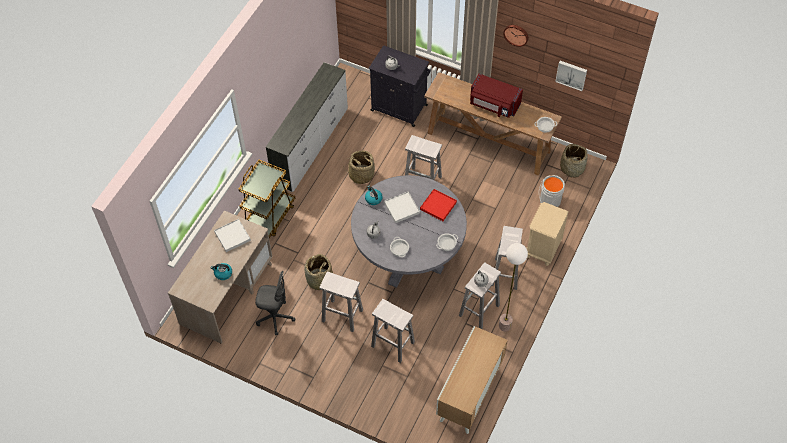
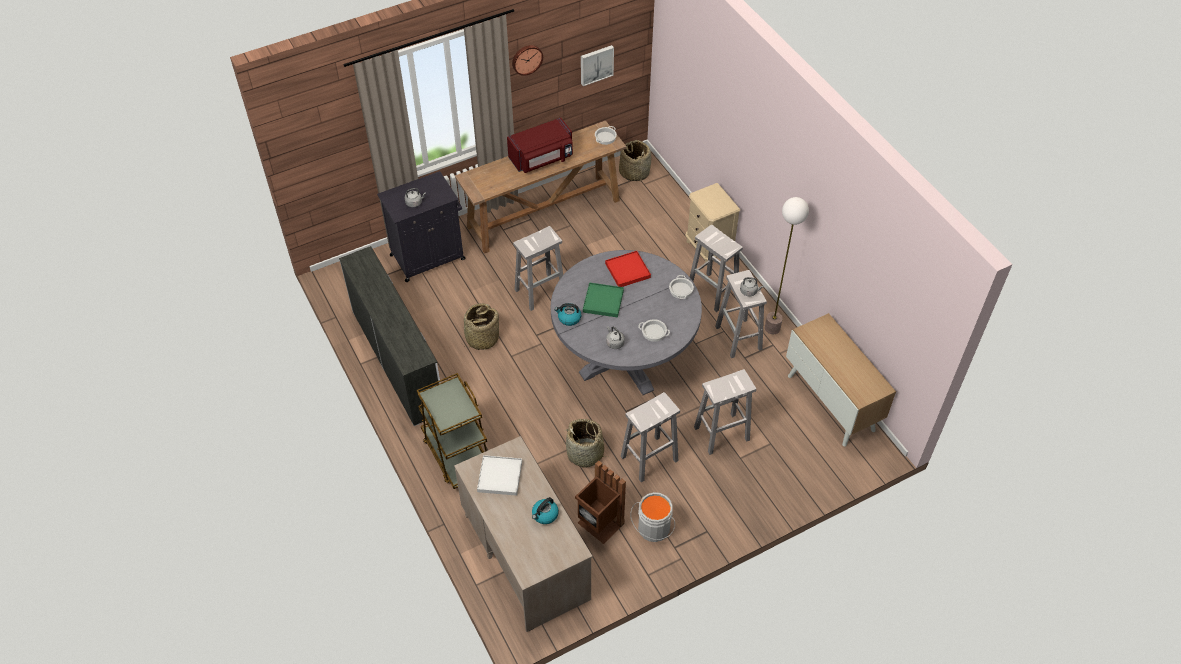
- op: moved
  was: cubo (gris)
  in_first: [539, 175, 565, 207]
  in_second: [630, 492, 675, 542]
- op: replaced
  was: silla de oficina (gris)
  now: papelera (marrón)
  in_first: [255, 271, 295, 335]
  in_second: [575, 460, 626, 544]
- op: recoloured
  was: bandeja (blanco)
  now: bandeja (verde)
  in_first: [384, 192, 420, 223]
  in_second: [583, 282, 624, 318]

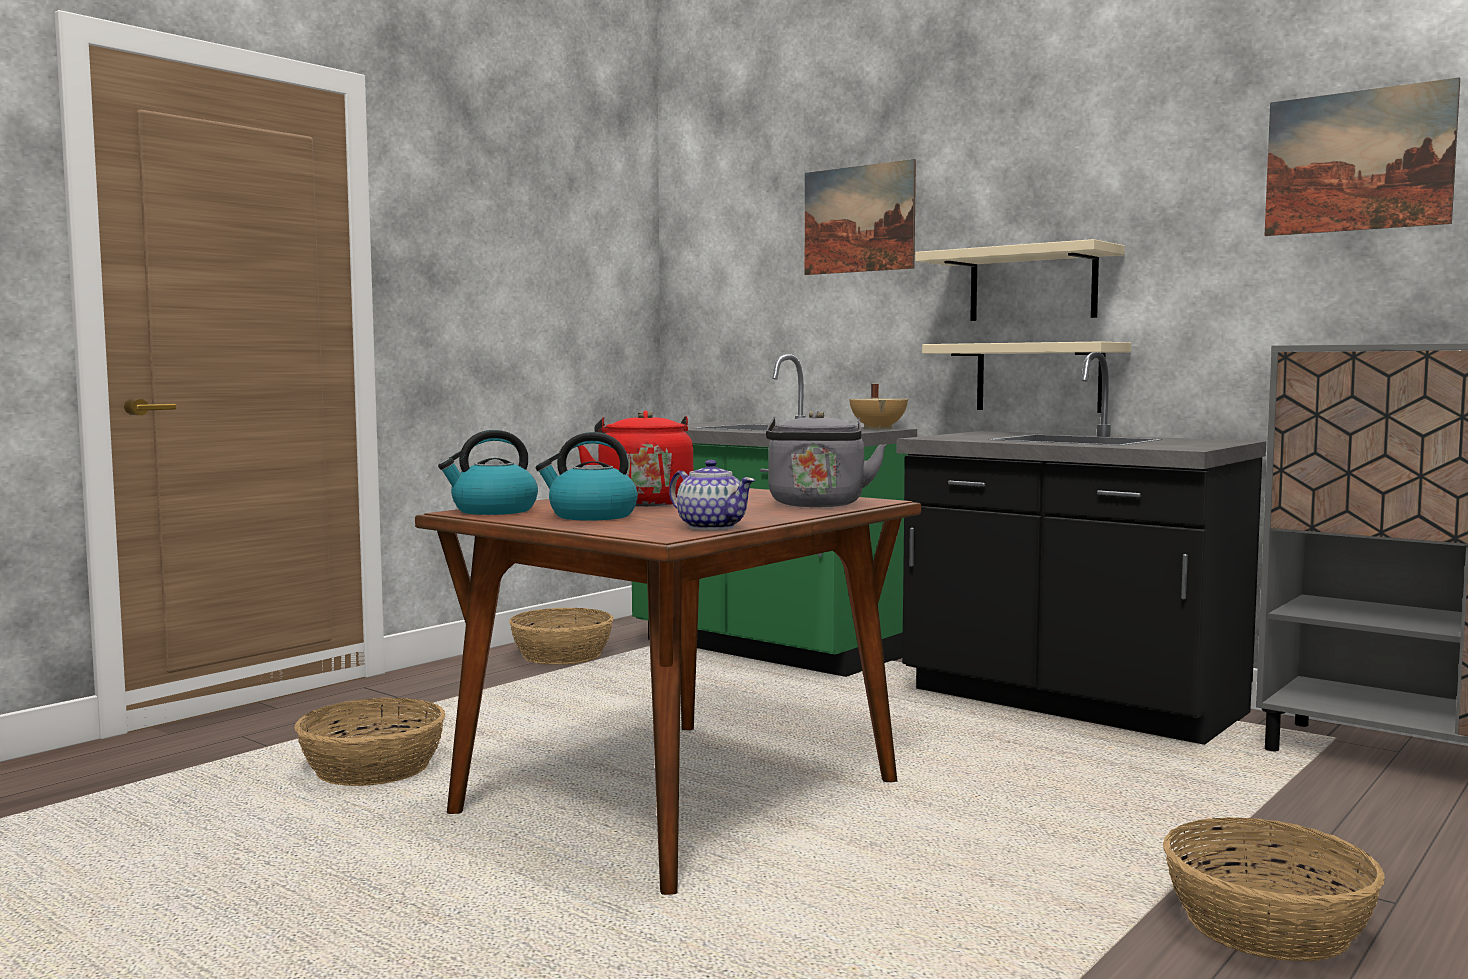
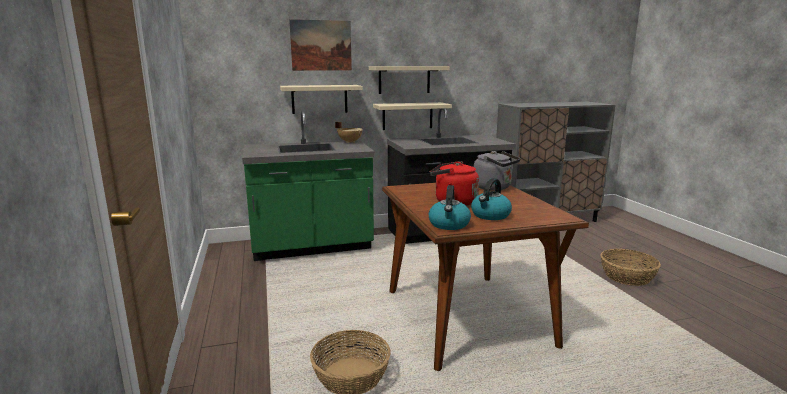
- op: removed
  was: cesta
  in_first: [509, 608, 614, 665]
- op: removed
  was: tetera
  in_first: [669, 460, 755, 530]
- op: removed
  was: cuadro
  in_first: [1264, 77, 1460, 236]
- op: added
  now: estante (beis)
  in_second: [280, 85, 363, 114]

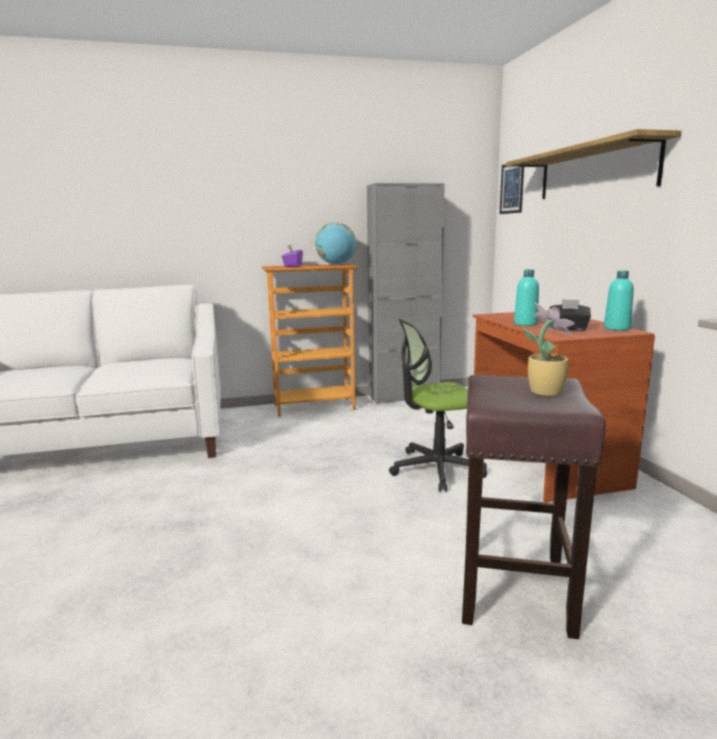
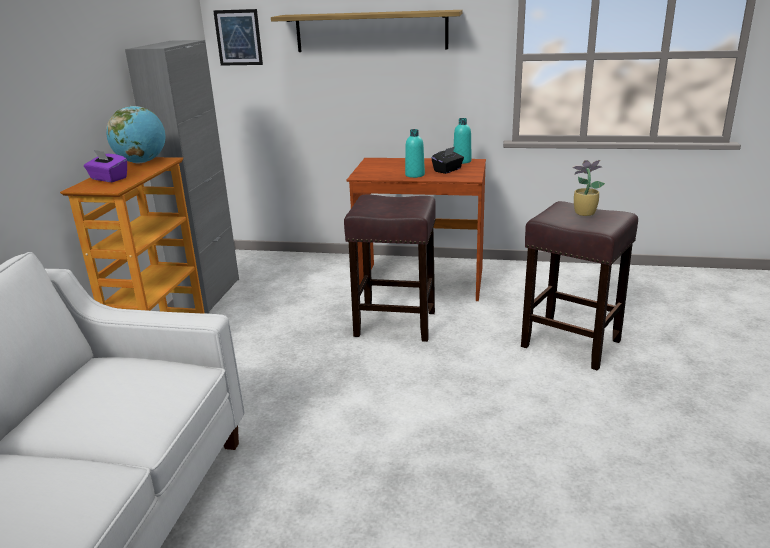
- op: replaced
  was: silla de oficina
  now: taburete (marrón)
  in_first: [389, 318, 487, 492]
  in_second: [344, 195, 436, 342]

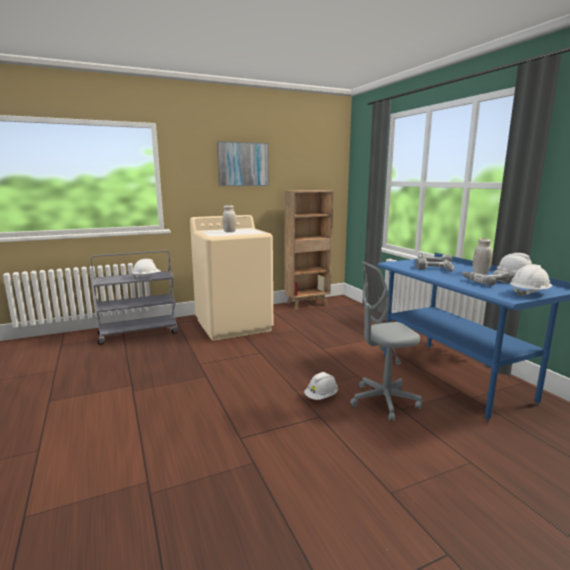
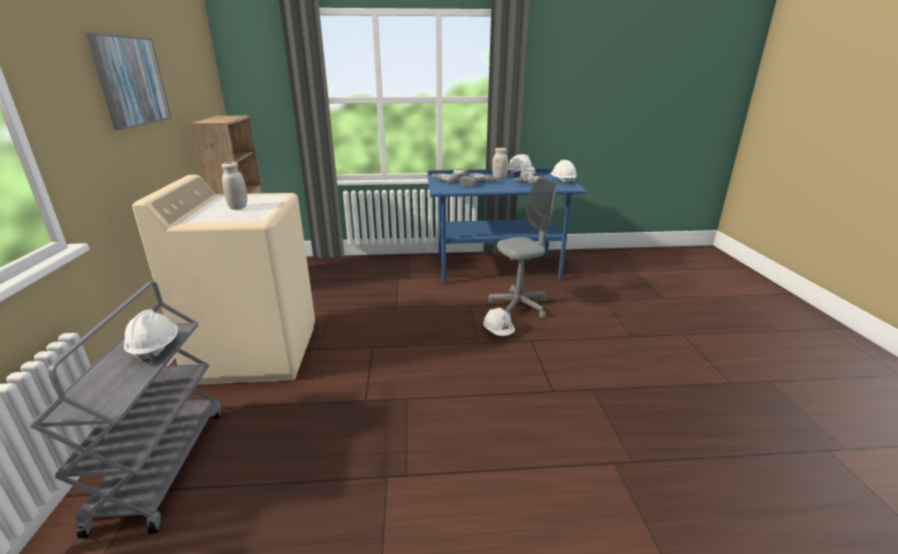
- op: turned
  was: silla de oficina (gris)
  in_first: [350, 261, 422, 421]
  in_second: [488, 177, 557, 318]
  clockwise: -120

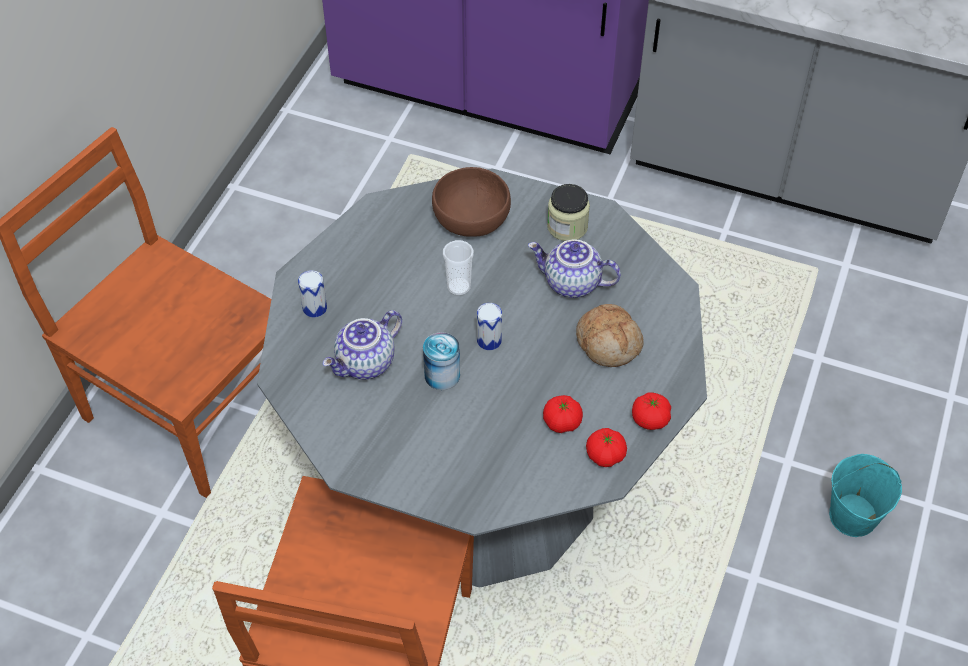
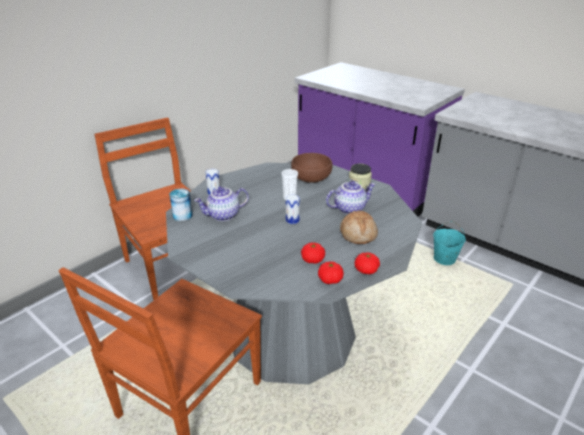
- op: moved
  was: lata
  in_first: [423, 332, 460, 390]
  in_second: [169, 189, 193, 221]
- op: moved
  was: cubo (turquesa)
  in_first: [829, 454, 902, 537]
  in_second: [433, 221, 466, 265]
- op: turned
  was: tetera
  in_first: [528, 239, 621, 298]
  in_second: [326, 181, 376, 214]
  clockwise: 120

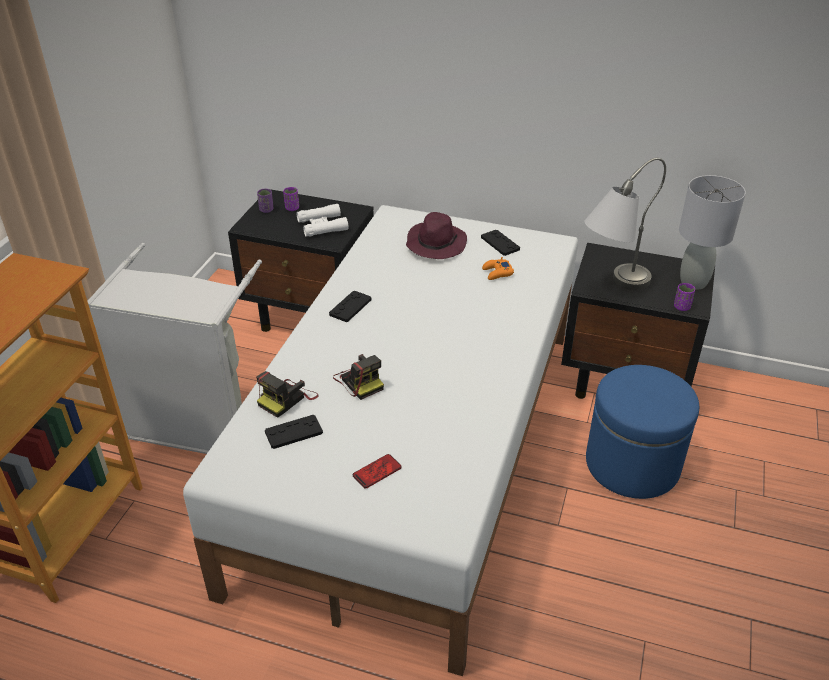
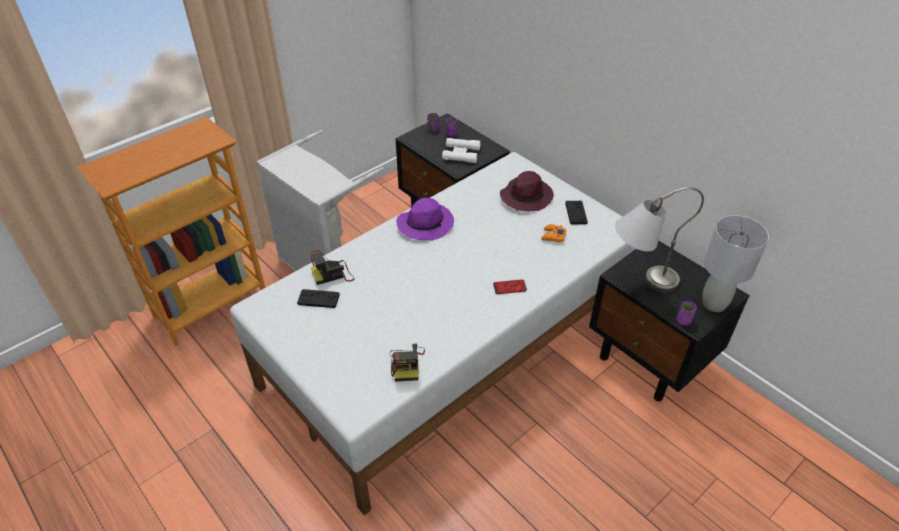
- op: removed
  was: puf (azul)
  in_first: [586, 365, 699, 499]
- op: moved
  was: cámara
  in_first: [333, 354, 384, 400]
  in_second: [390, 344, 425, 382]
- op: moved
  was: móvil
  in_first: [353, 454, 402, 488]
  in_second: [493, 279, 527, 294]
- op: replaced
  was: mando de consola (negro)
  now: sombrero (morado)
  in_first: [329, 291, 372, 322]
  in_second: [396, 198, 454, 240]

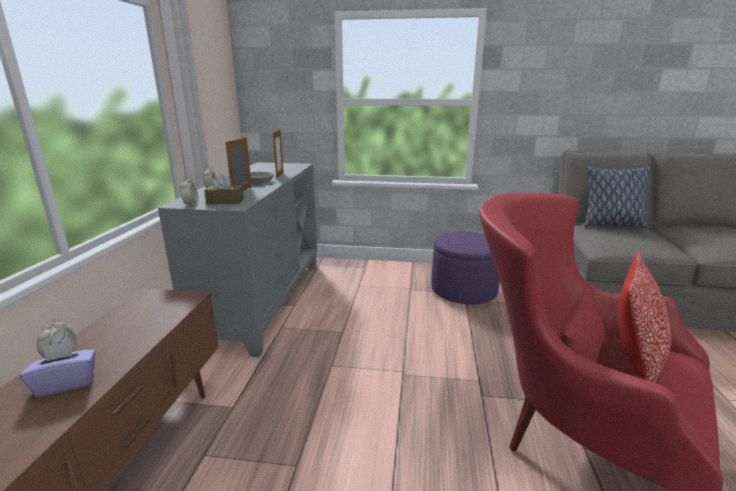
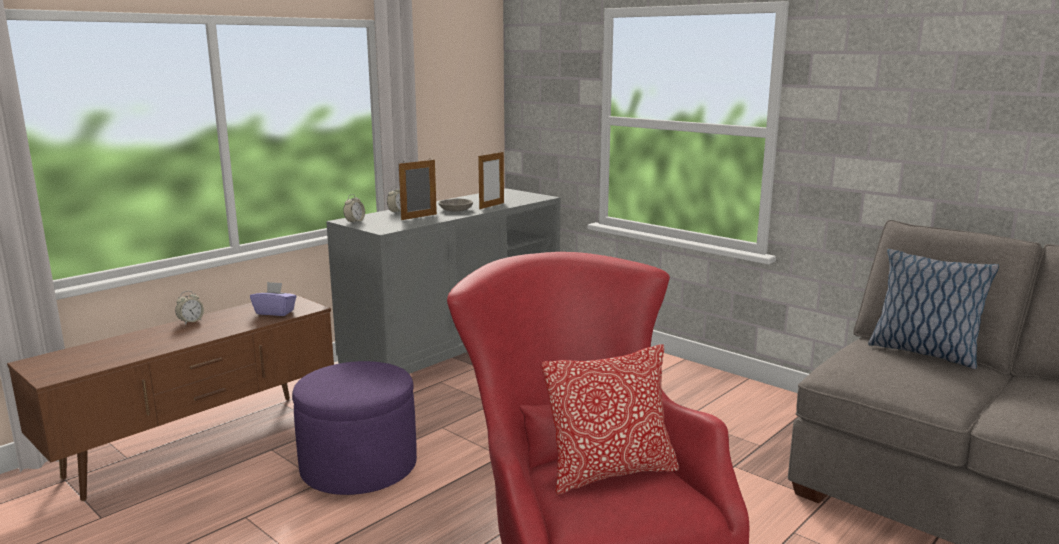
- op: removed
  was: caja de pañuelos (marrón)
  in_first: [204, 174, 244, 204]
- op: moved
  was: caja de pañuelos (morado)
  in_first: [20, 341, 96, 397]
  in_second: [250, 282, 297, 316]
- op: moved
  was: puf (morado)
  in_first: [431, 231, 500, 304]
  in_second: [292, 361, 417, 495]

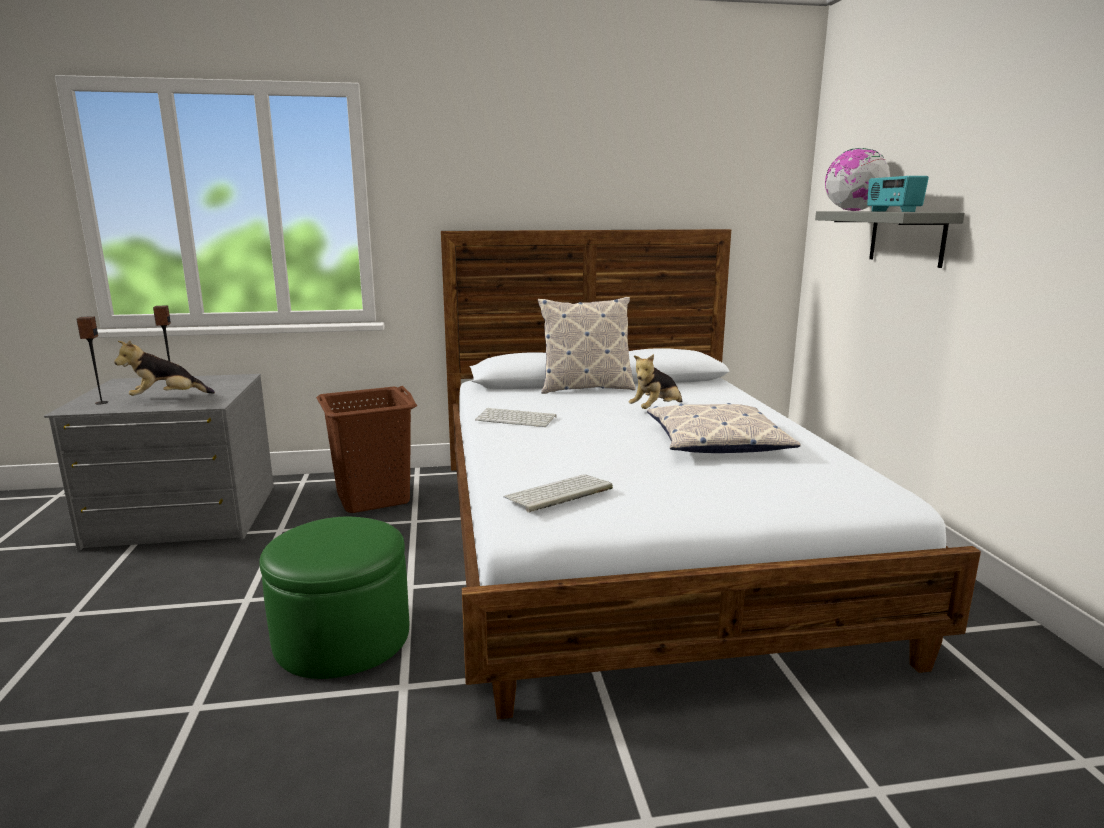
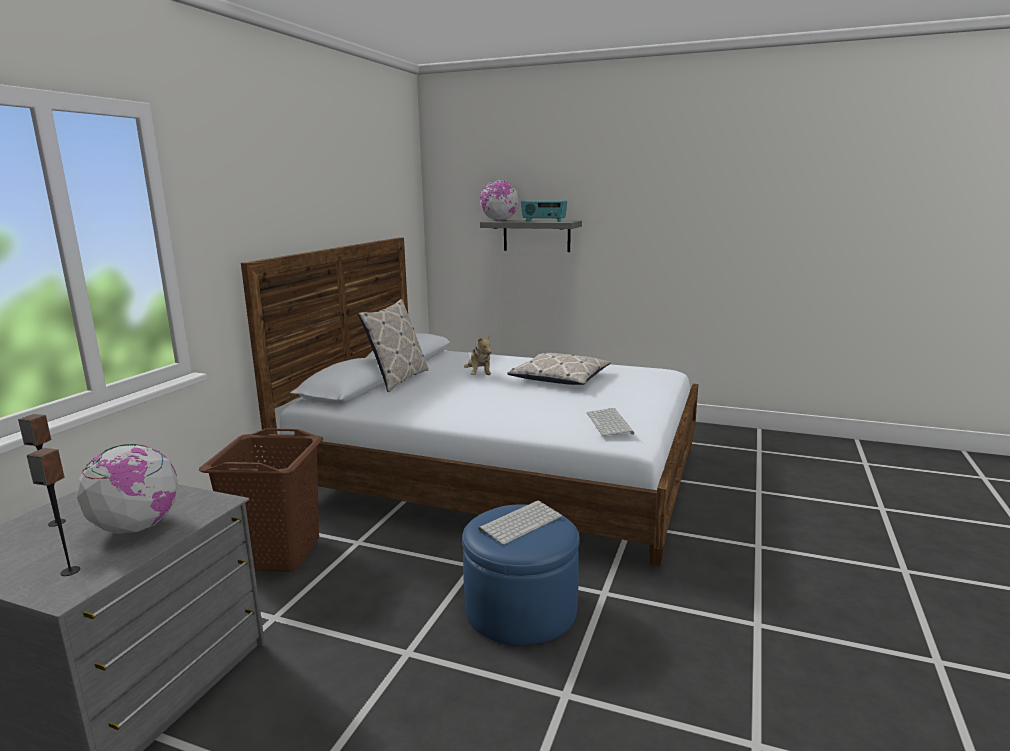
- op: moved
  was: teclado
  in_first: [475, 408, 557, 427]
  in_second: [478, 500, 562, 545]
- op: replaced
  was: peluche
  now: globo terráqueo
  in_first: [114, 341, 215, 396]
  in_second: [77, 444, 178, 534]
- op: recoloured
  was: puf (verde)
  now: puf (azul)
  in_first: [260, 517, 409, 679]
  in_second: [462, 504, 580, 645]

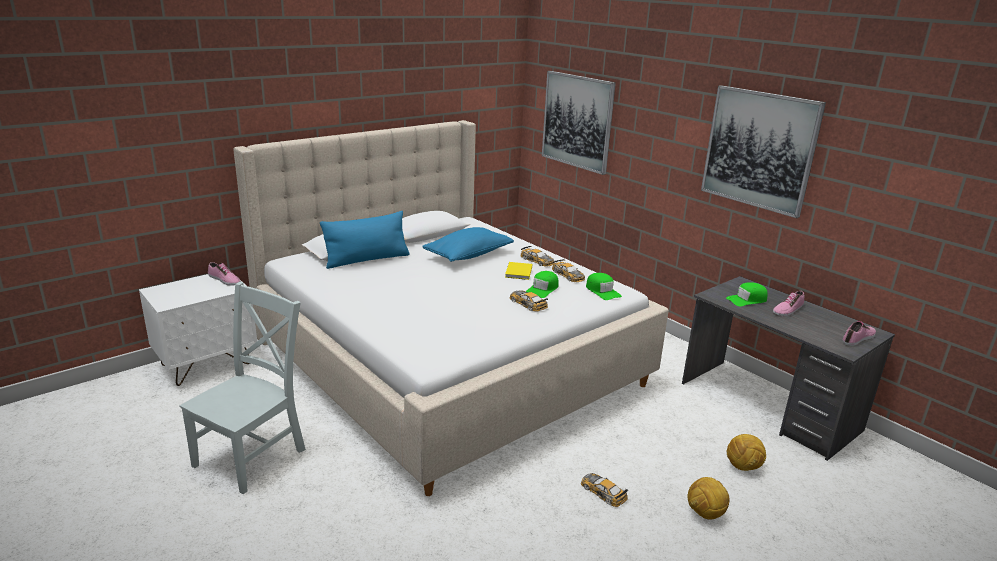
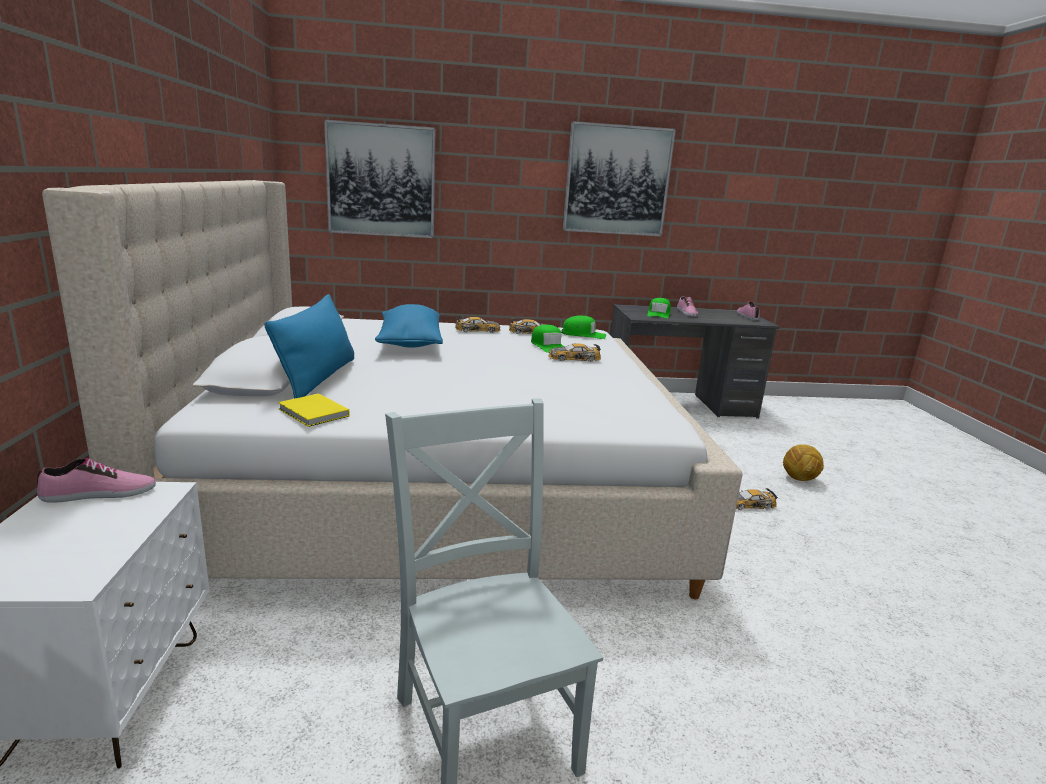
- op: removed
  was: balón de fútbol
  in_first: [726, 434, 766, 471]
- op: moved
  was: libro (amarillo)
  in_first: [505, 262, 532, 280]
  in_second: [278, 393, 350, 427]

